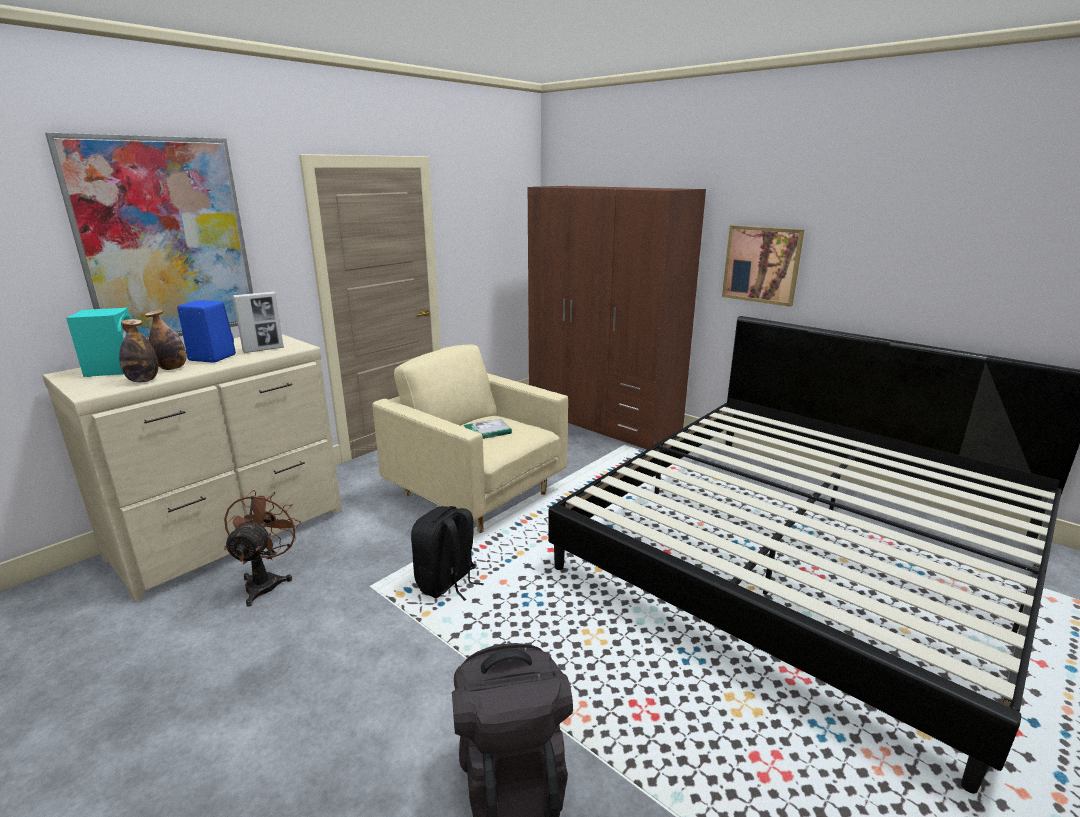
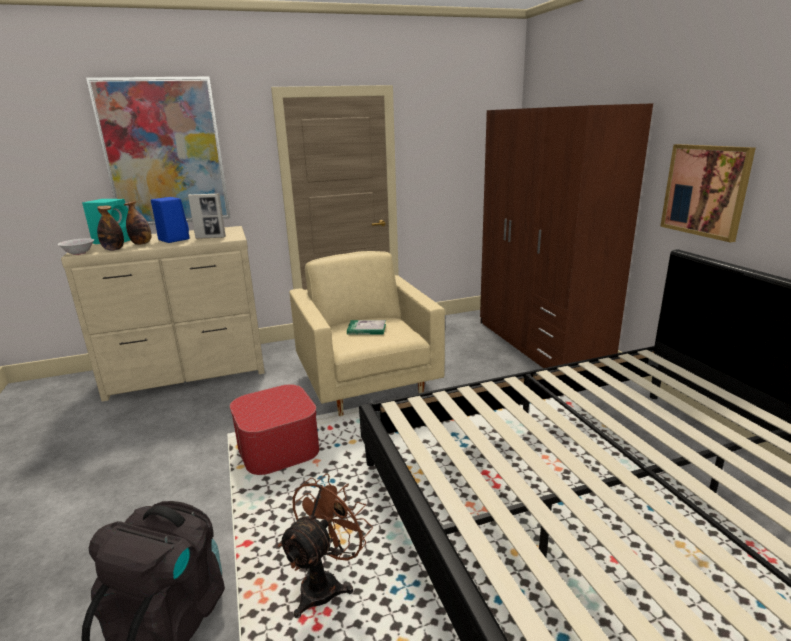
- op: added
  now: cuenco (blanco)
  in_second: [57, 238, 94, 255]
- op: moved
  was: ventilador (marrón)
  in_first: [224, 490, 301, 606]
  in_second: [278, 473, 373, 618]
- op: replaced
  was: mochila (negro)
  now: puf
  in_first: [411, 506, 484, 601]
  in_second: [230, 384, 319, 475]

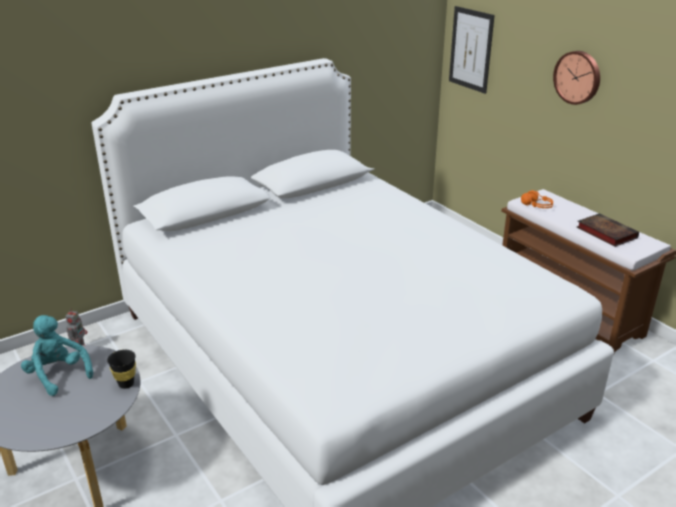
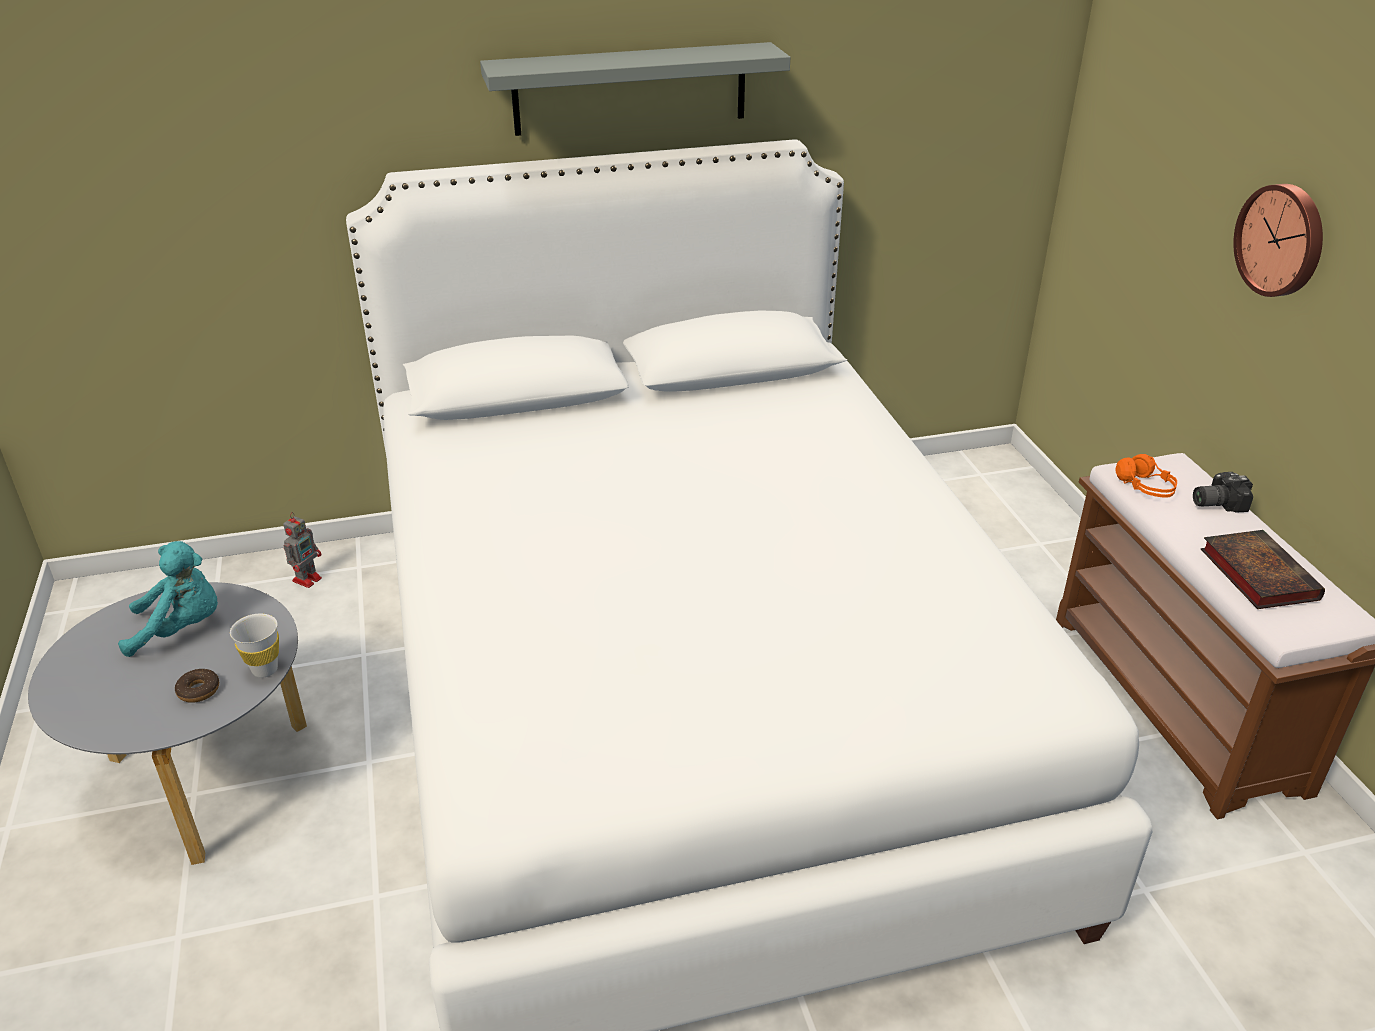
- op: removed
  was: cuadro
  in_first: [449, 6, 495, 94]
- op: added
  now: rosquilla
  in_second: [175, 669, 219, 703]
- op: added
  now: estante (gris)
  in_second: [480, 42, 790, 136]
- op: added
  now: cámara
  in_second: [1193, 472, 1253, 513]
- op: recoloured
  was: taza (negro)
  now: taza (blanco)
  in_first: [107, 350, 136, 389]
  in_second: [230, 614, 279, 678]
- op: turned
  was: peluche (turquesa)
  in_first: [21, 315, 93, 396]
  in_second: [118, 541, 218, 657]
  clockwise: 105

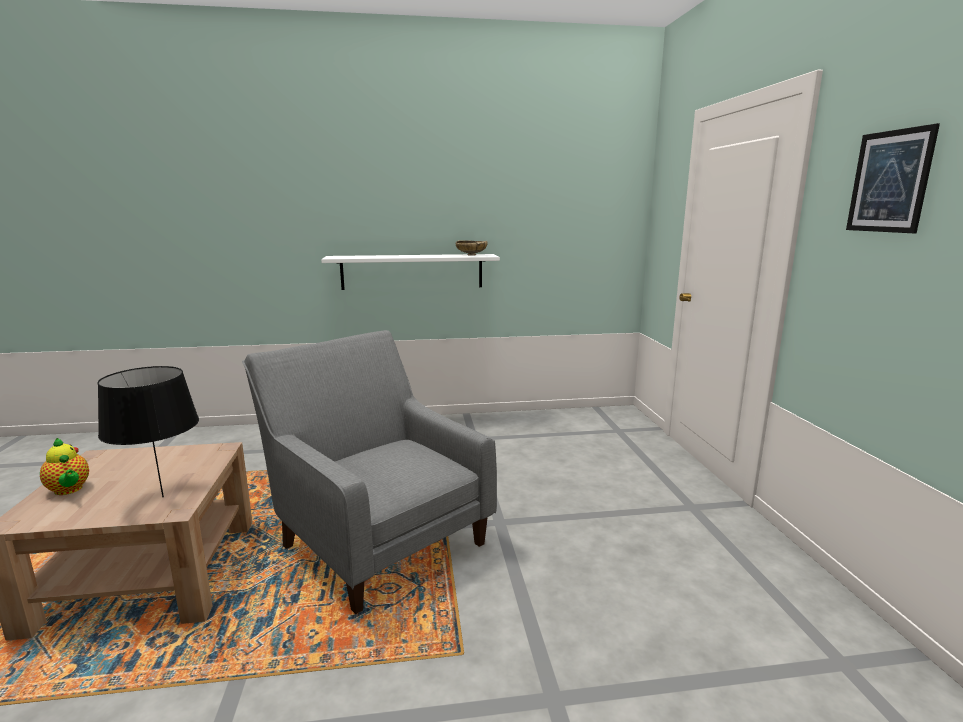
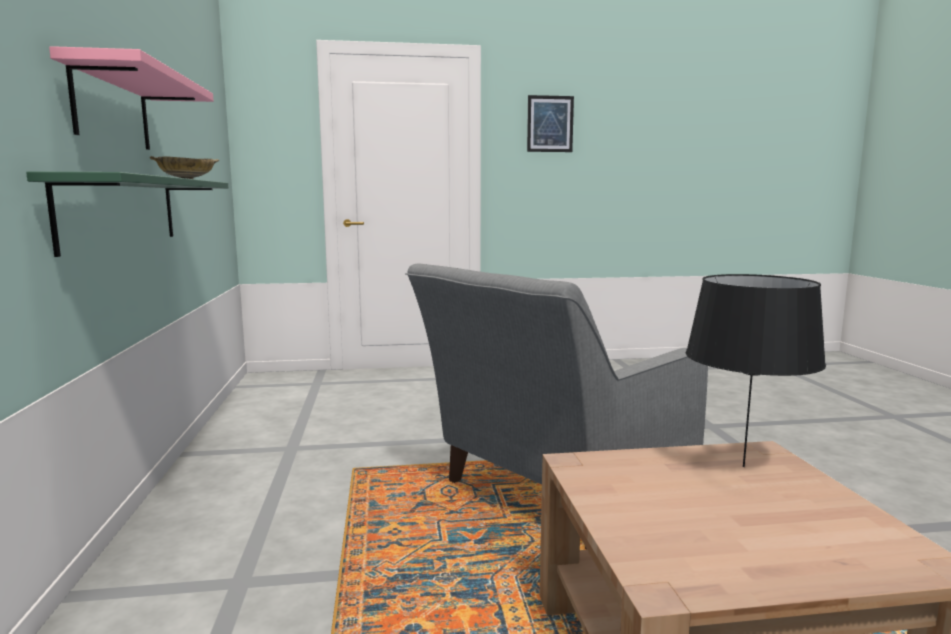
- op: removed
  was: tetera
  in_first: [40, 438, 89, 495]
- op: added
  now: estante (rosa)
  in_second: [49, 46, 214, 150]
- op: recoloured
  was: estante (blanco)
  now: estante (verde)
  in_first: [321, 254, 500, 290]
  in_second: [26, 171, 228, 257]

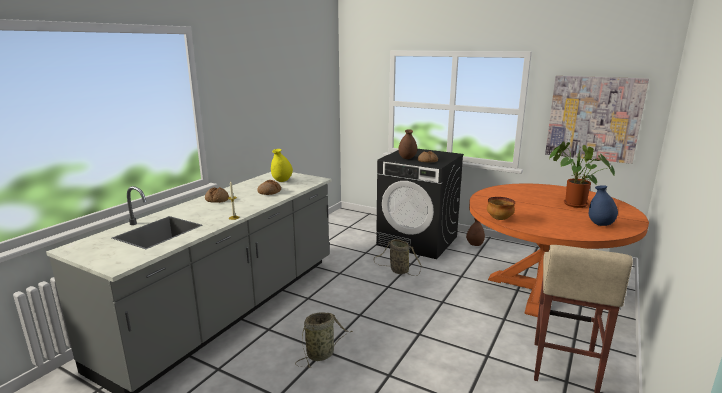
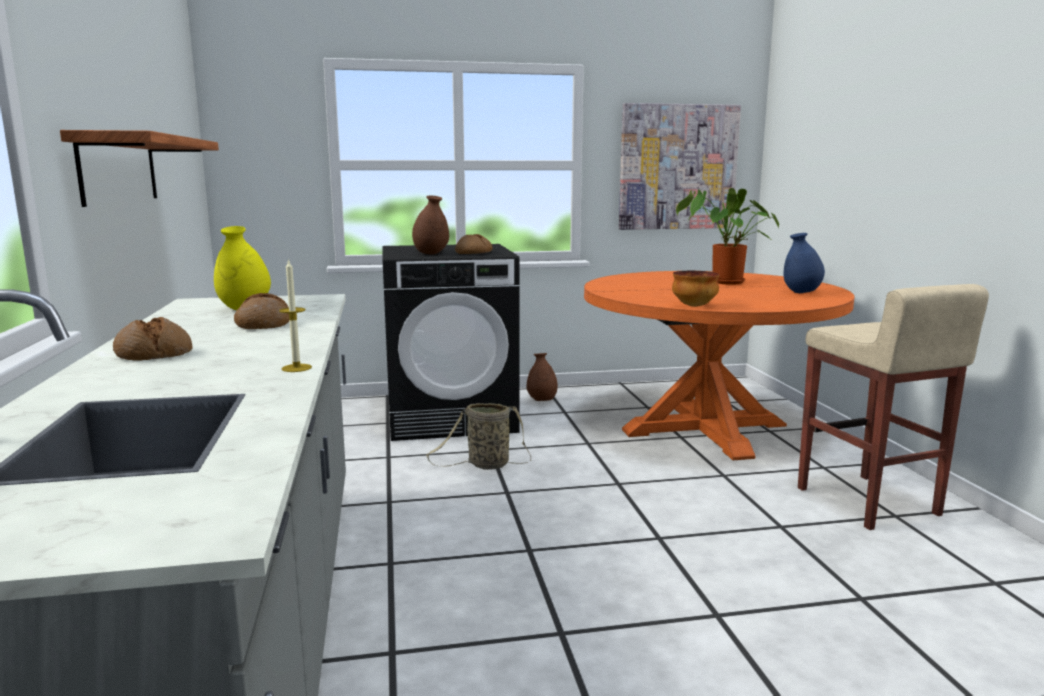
- op: removed
  was: cesta
  in_first: [295, 312, 353, 368]
- op: added
  now: estante
  in_second: [60, 130, 219, 207]

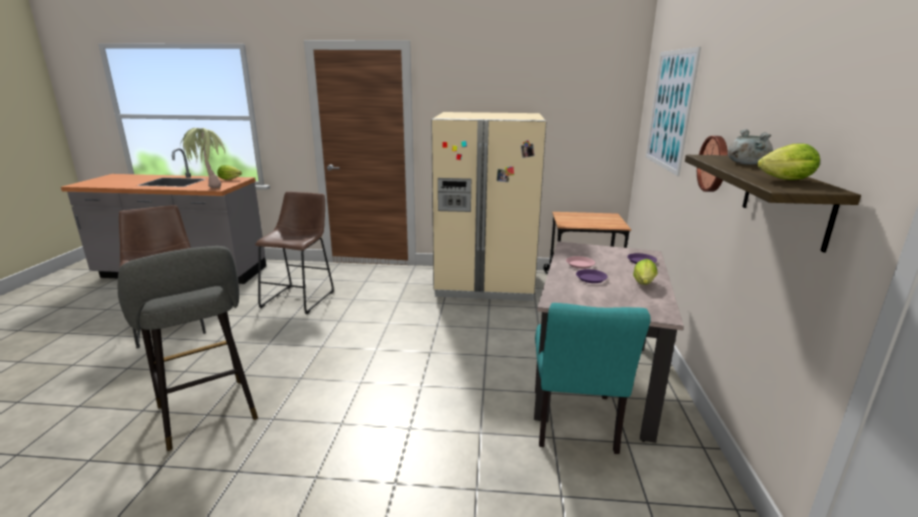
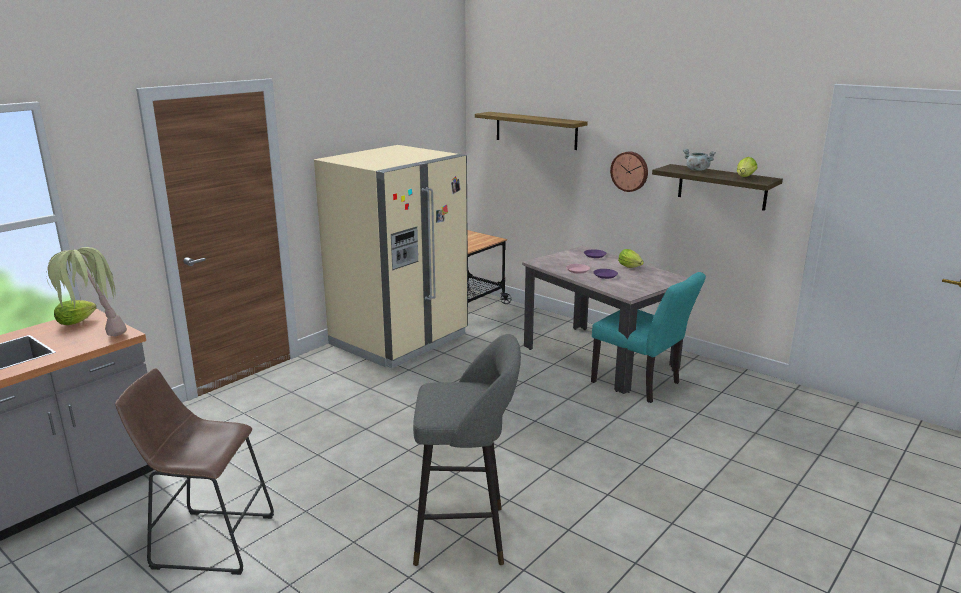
- op: removed
  was: taburete (marrón)
  in_first: [255, 191, 334, 314]
- op: replaced
  was: cuadro
  now: estante
  in_first: [646, 47, 701, 176]
  in_second: [475, 112, 588, 150]

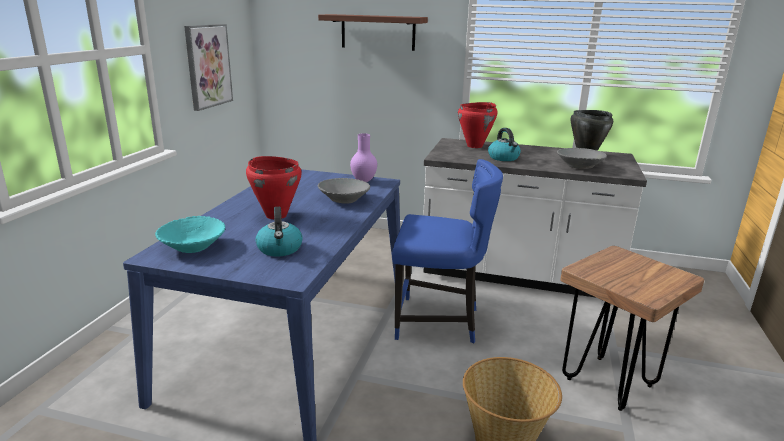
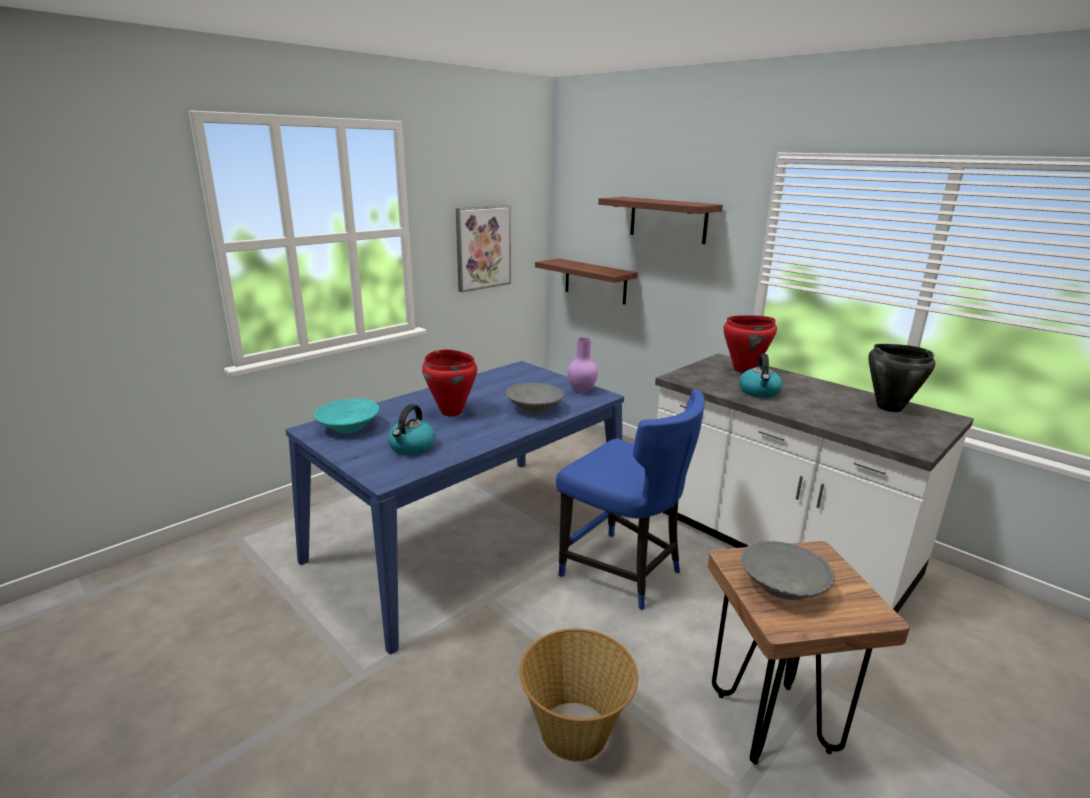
- op: added
  now: estante
  in_second: [535, 258, 638, 305]
- op: moved
  was: cuenco (gris)
  in_first: [557, 148, 607, 169]
  in_second: [741, 541, 835, 600]

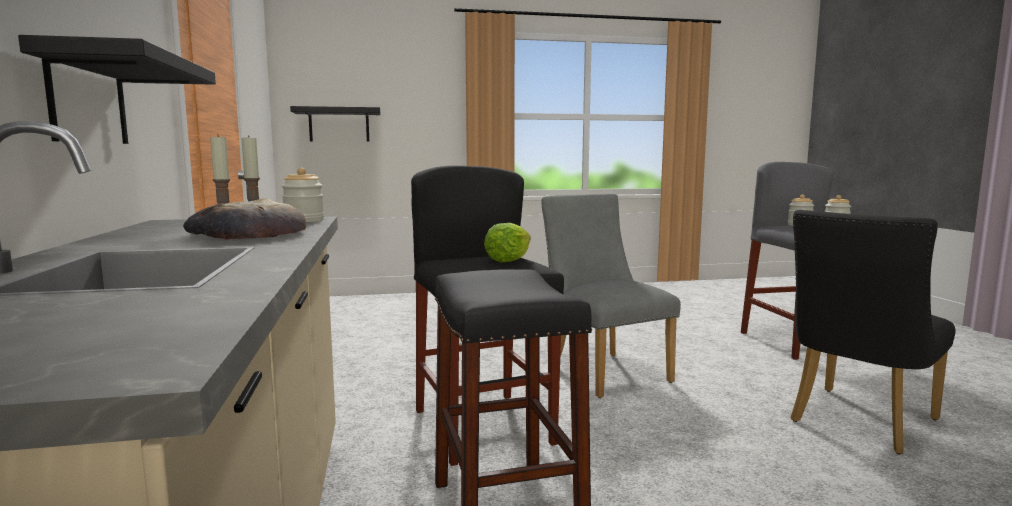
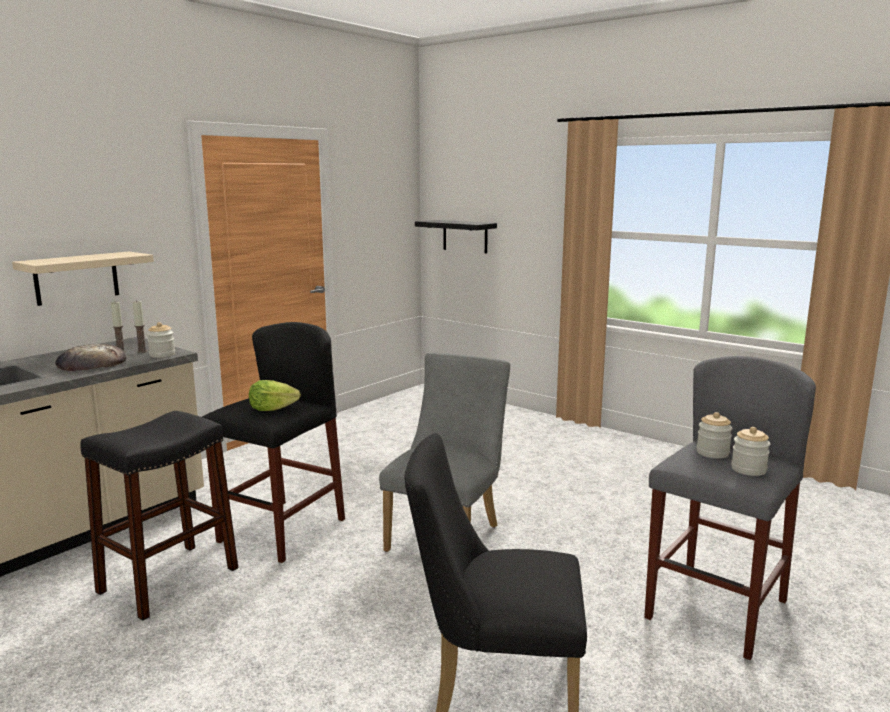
- op: recoloured
  was: estante (negro)
  now: estante (beis)
  in_first: [18, 35, 216, 144]
  in_second: [12, 252, 154, 306]

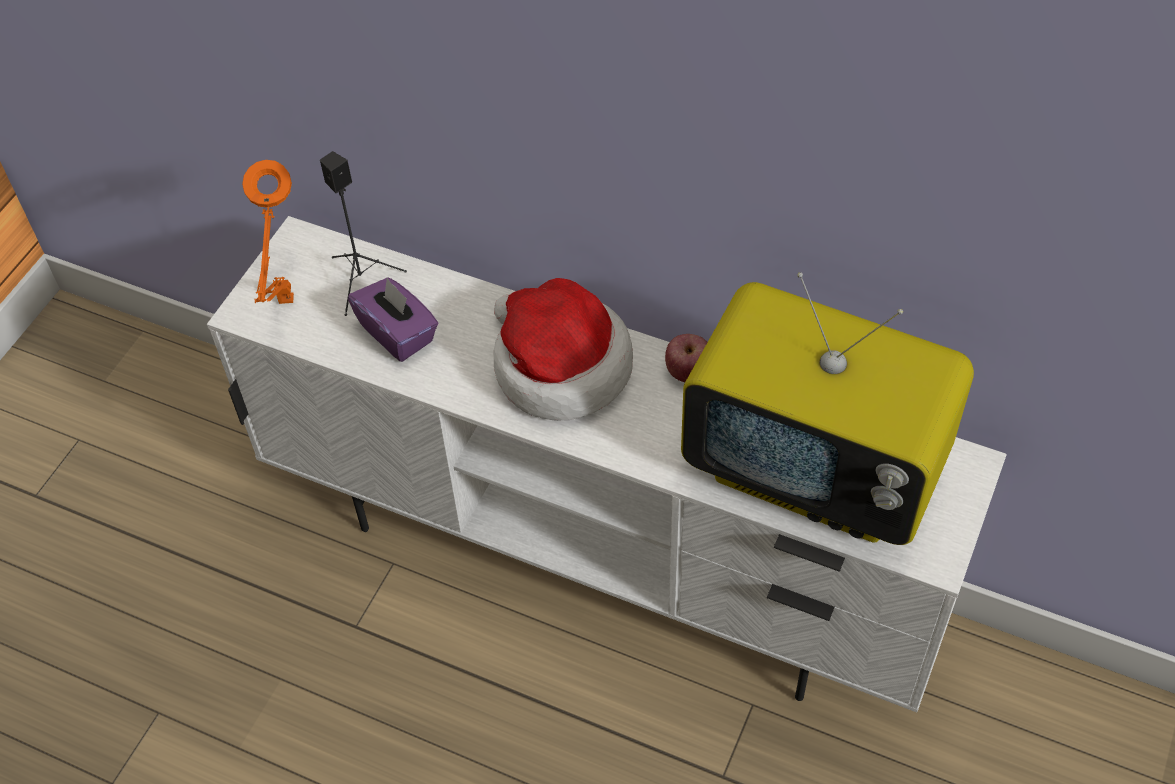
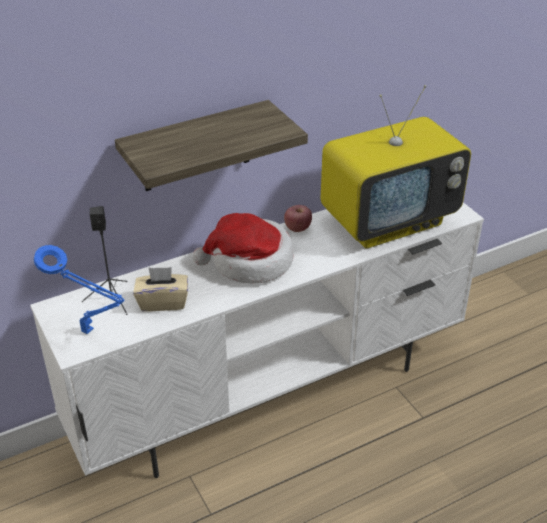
- op: added
  now: estante
  in_second: [115, 100, 308, 191]
- op: recoloured
  was: lámpara de mesa (naranja)
  now: lámpara de mesa (azul)
  in_first: [242, 160, 294, 304]
  in_second: [34, 245, 125, 334]
- op: recoloured
  was: caja de pañuelos (morado)
  now: caja de pañuelos (beis)
  in_first: [348, 278, 439, 362]
  in_second: [133, 267, 188, 312]

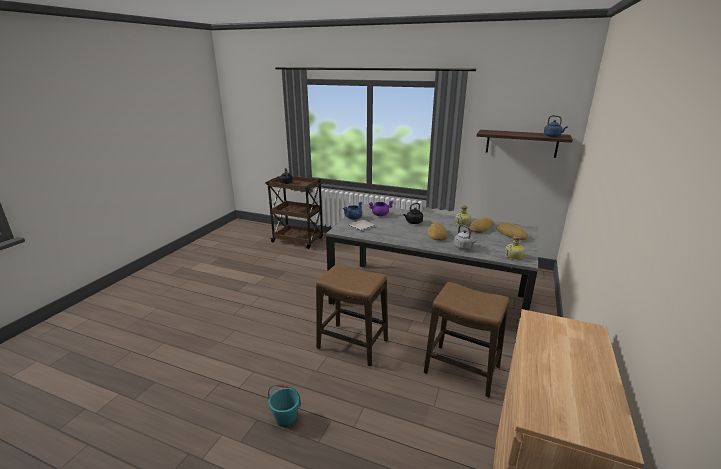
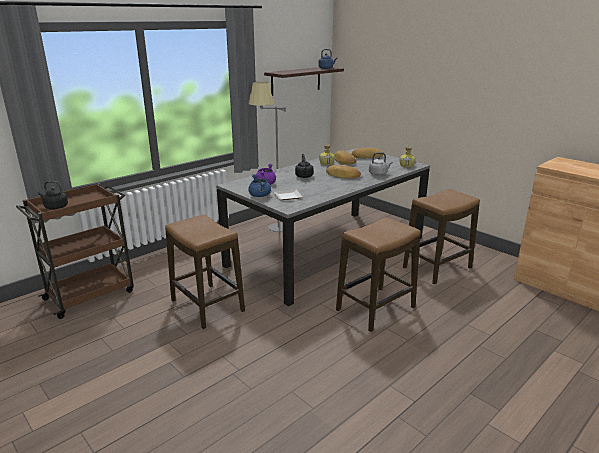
- op: removed
  was: cubo (turquesa)
  in_first: [268, 384, 301, 427]
- op: added
  now: taburete
  in_second: [165, 215, 245, 329]
- op: added
  now: lámpara de pie (gris)
  in_second: [248, 82, 286, 232]

